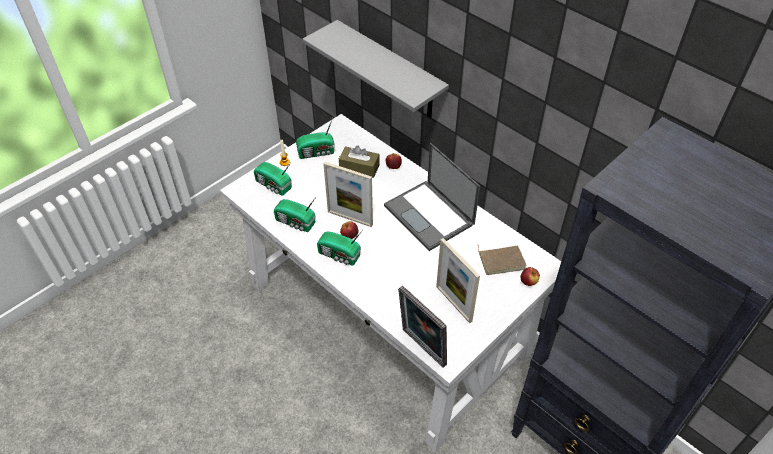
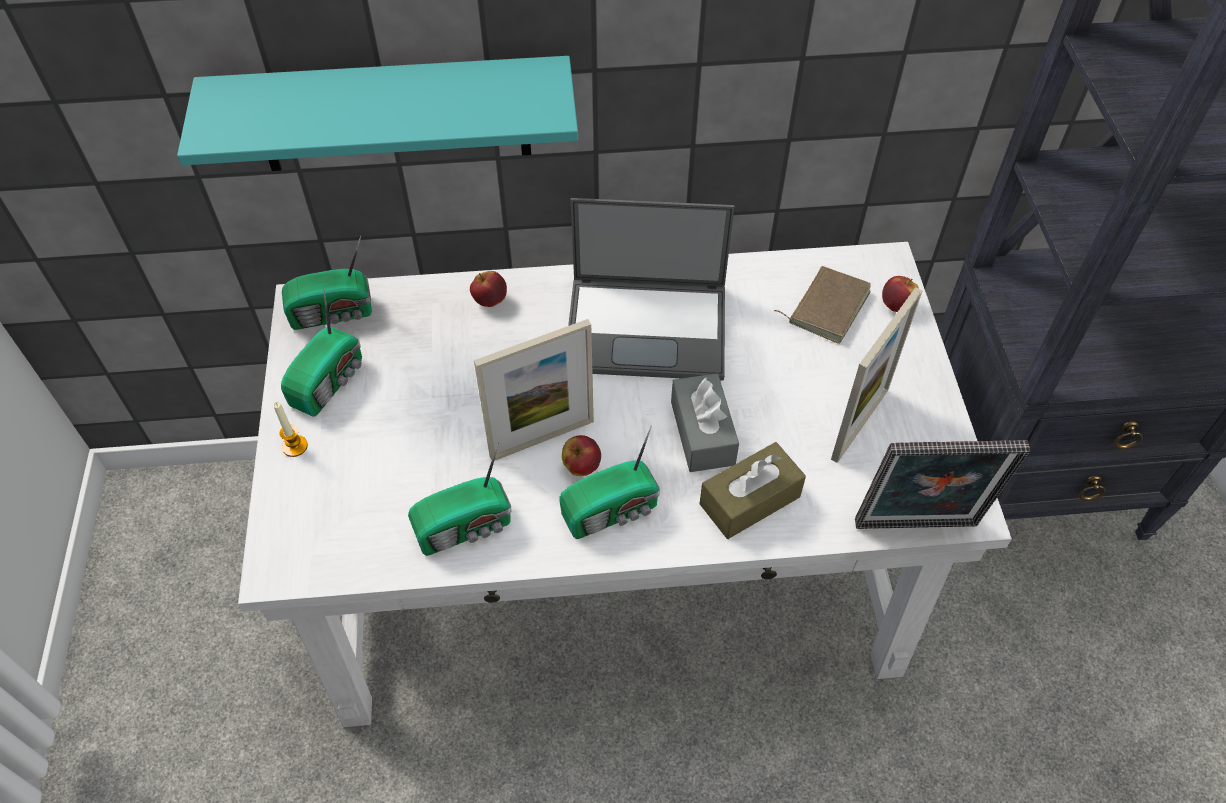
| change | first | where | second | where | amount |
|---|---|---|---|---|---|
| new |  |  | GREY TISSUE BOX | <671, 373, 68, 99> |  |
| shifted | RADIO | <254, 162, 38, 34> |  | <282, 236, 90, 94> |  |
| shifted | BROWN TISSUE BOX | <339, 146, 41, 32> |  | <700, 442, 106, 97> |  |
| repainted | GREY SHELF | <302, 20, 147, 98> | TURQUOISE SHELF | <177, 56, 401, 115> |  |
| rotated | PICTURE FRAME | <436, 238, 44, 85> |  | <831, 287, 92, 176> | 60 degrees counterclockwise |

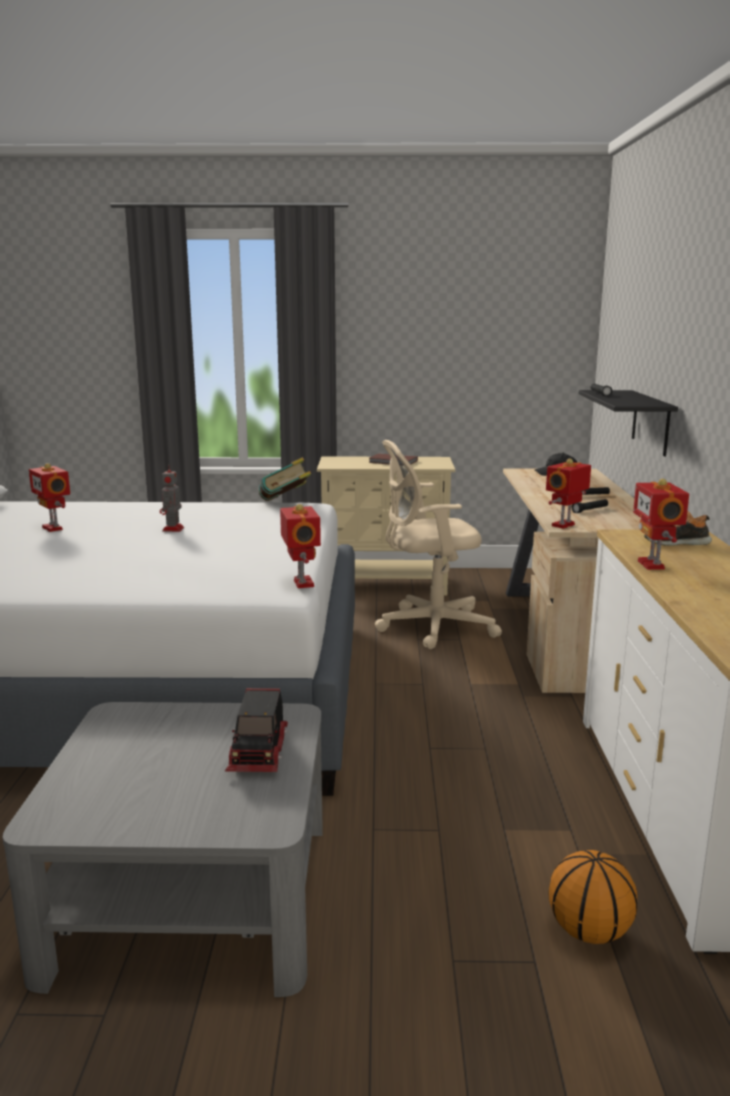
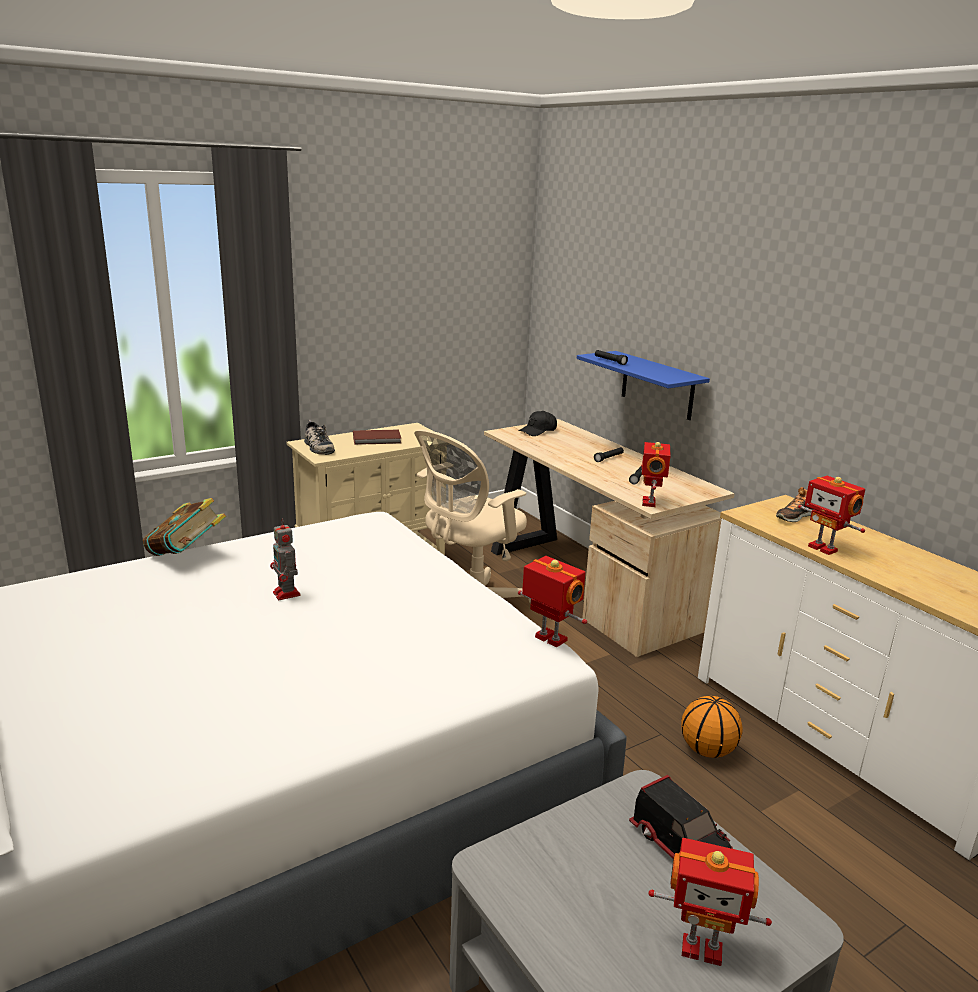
| change | first | where | second | where | amount |
|---|---|---|---|---|---|
| new |  |  | SHOE | <304, 420, 31, 35> |  |
| shifted | TOY ROBOT | <29, 463, 41, 69> |  | <648, 838, 124, 128> |  |
| shifted | BOOK | <259, 457, 52, 44> |  | <143, 498, 83, 58> |  |
| shifted | BASKETBALL | <548, 850, 89, 94> |  | <681, 696, 62, 62> |  |
| repainted | BLACK SHELF | <579, 390, 99, 66> | BLUE SHELF | <577, 351, 133, 69> |  |

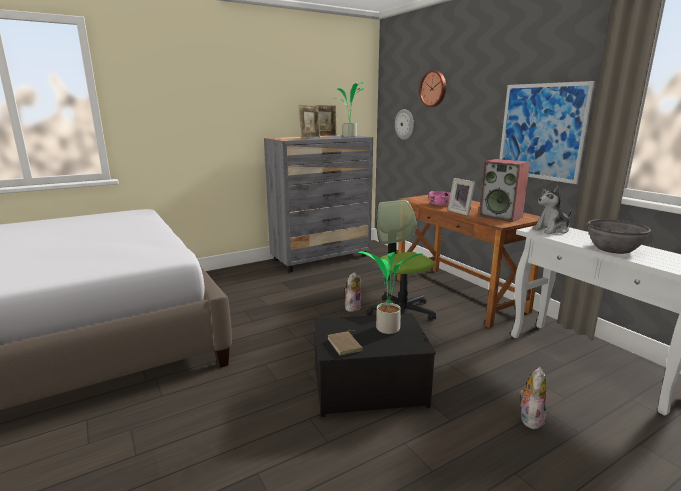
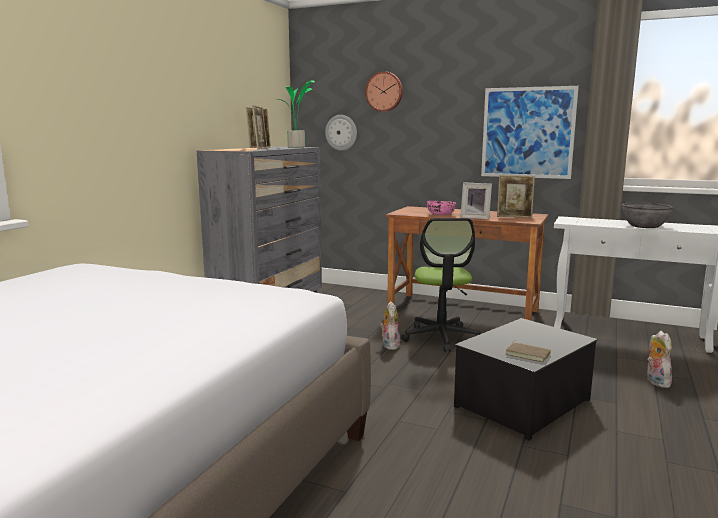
| change | first | where | second | where | amount |
|---|---|---|---|---|---|
| gone | POTTED PLANT | <358, 251, 65, 83> |  |  |  |
| gone | PLUSH TOY | <532, 185, 40, 49> |  |  |  |
| swapped | SPEAKER | <479, 159, 51, 63> | PICTURE FRAME | <497, 175, 38, 42> |  |
| rotated | OFFICE CHAIR | <366, 200, 70, 120> |  | <401, 218, 80, 134> | 120 degrees counterclockwise |

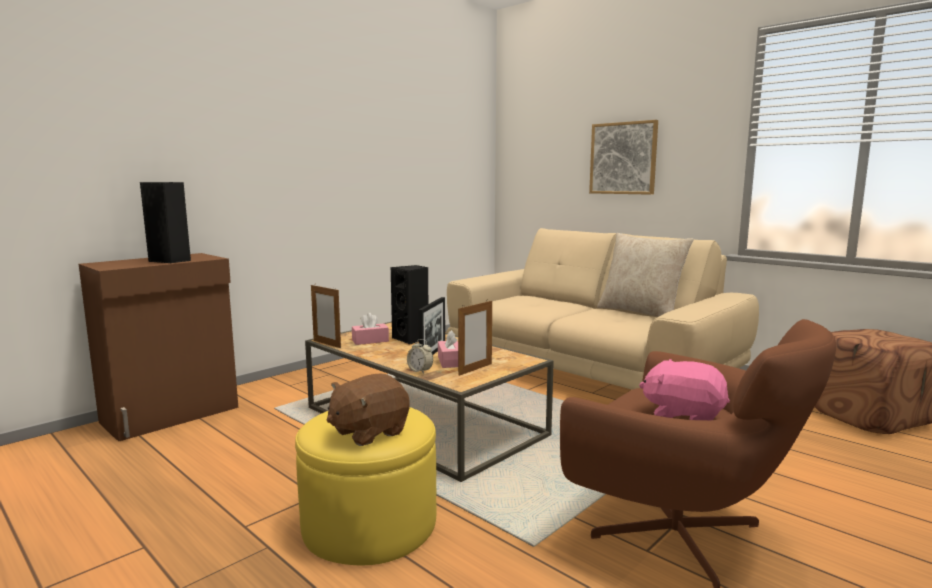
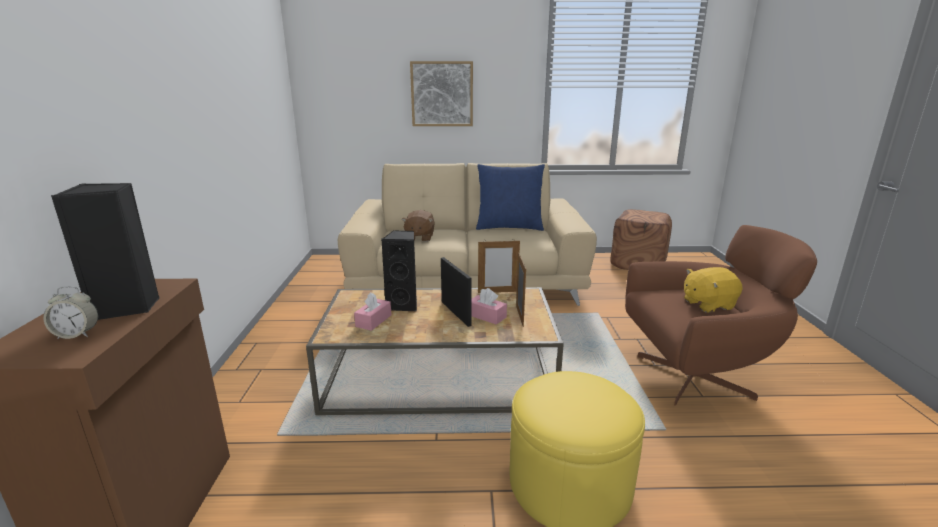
| change | first | where | second | where | amount |
|---|---|---|---|---|---|
| shifted | PICTURE FRAME | <311, 284, 30, 64> |  | <478, 240, 42, 53> |  |
| shifted | BROWN PLUSH TOY | <327, 373, 83, 73> |  | <402, 210, 32, 32> |  |
| shifted | ALARM CLOCK | <407, 339, 26, 35> |  | <43, 286, 55, 53> |  |
| repainted | BEIGE PILLOW | <597, 233, 97, 84> | BLUE PILLOW | <476, 164, 69, 67> |  |
| repainted | PINK PLUSH TOY | <639, 359, 91, 61> | YELLOW PLUSH TOY | <684, 267, 59, 46> |  |

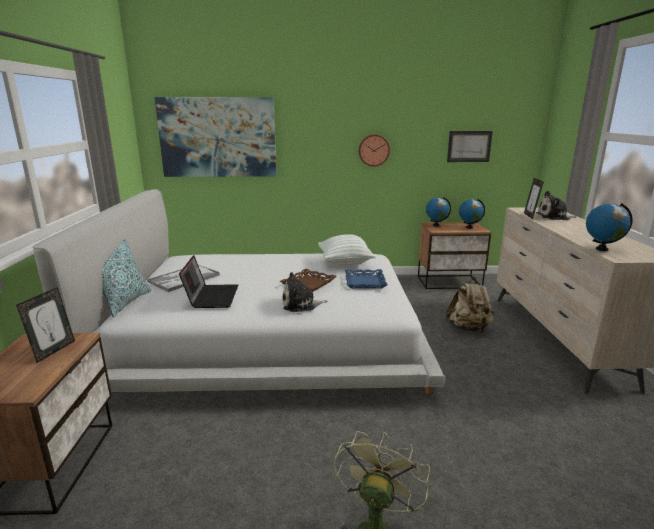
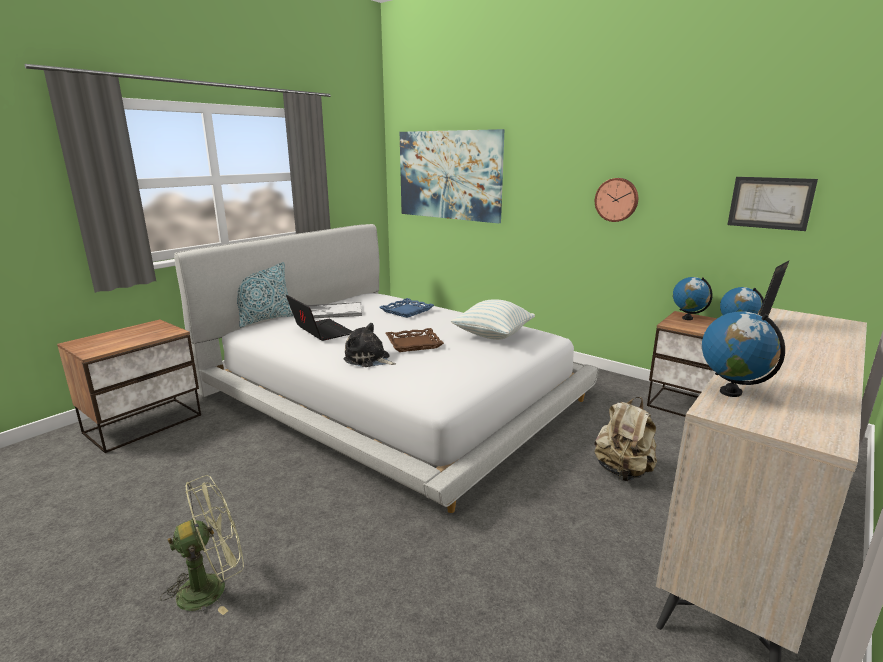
| change | first | where | second | where | amount |
|---|---|---|---|---|---|
| gone | PICTURE FRAME | <16, 287, 59, 76> |  |  |  |
| gone | PLUSH TOY | <536, 191, 40, 29> |  |  |  |
| shifted | BLUE TRAY | <345, 269, 43, 20> |  | <379, 298, 55, 20> |  |
| rotated | LAPTOP | <179, 255, 59, 53> |  | <286, 295, 67, 46> | 75 degrees counterclockwise |

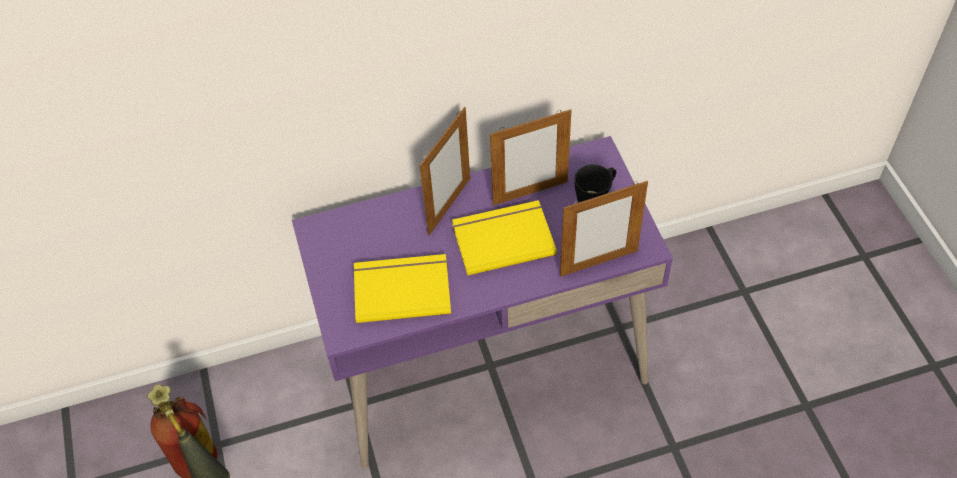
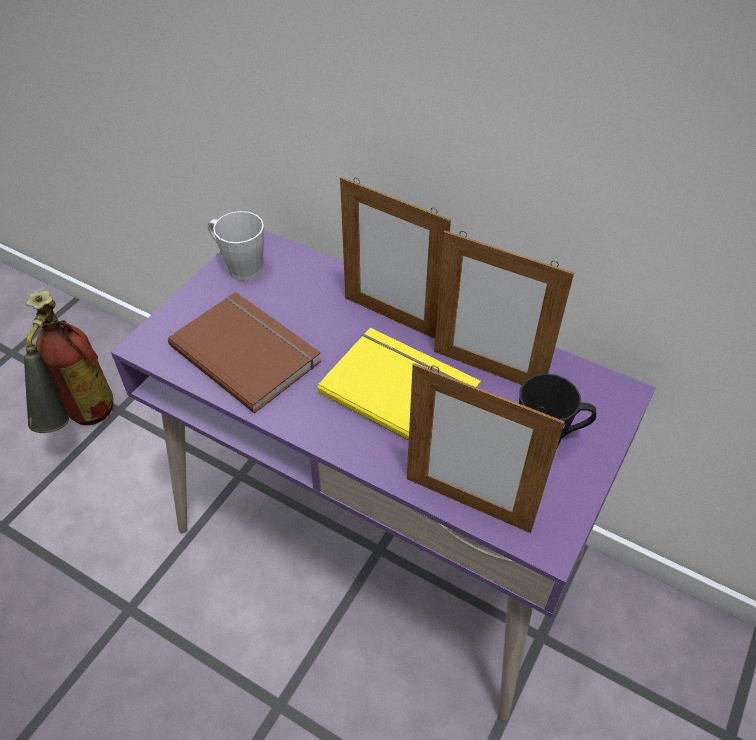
| change | first | where | second | where | amount |
|---|---|---|---|---|---|
| new |  |  | GREY MUG | <208, 211, 56, 70> |  |
| repainted | YELLOW BOOK | <353, 254, 98, 69> | BROWN BOOK | <168, 292, 153, 122> |  |
| rotated | PICTURE FRAME | <420, 107, 50, 128> |  | <340, 177, 111, 162> | 45 degrees clockwise |

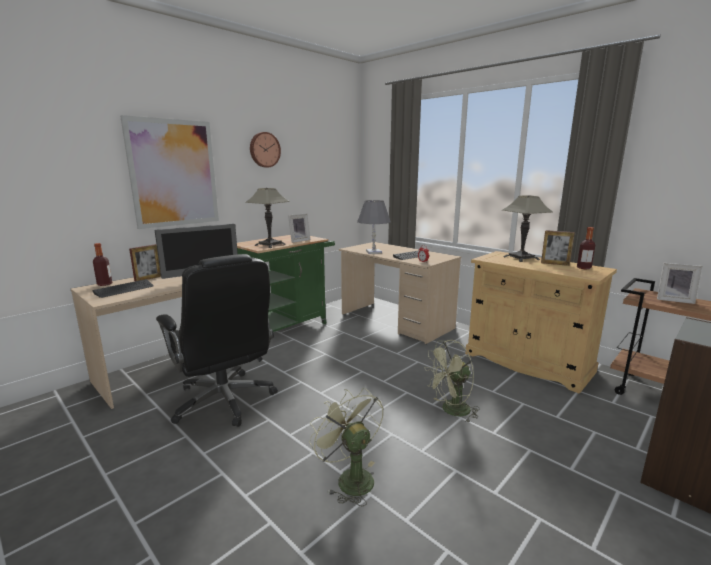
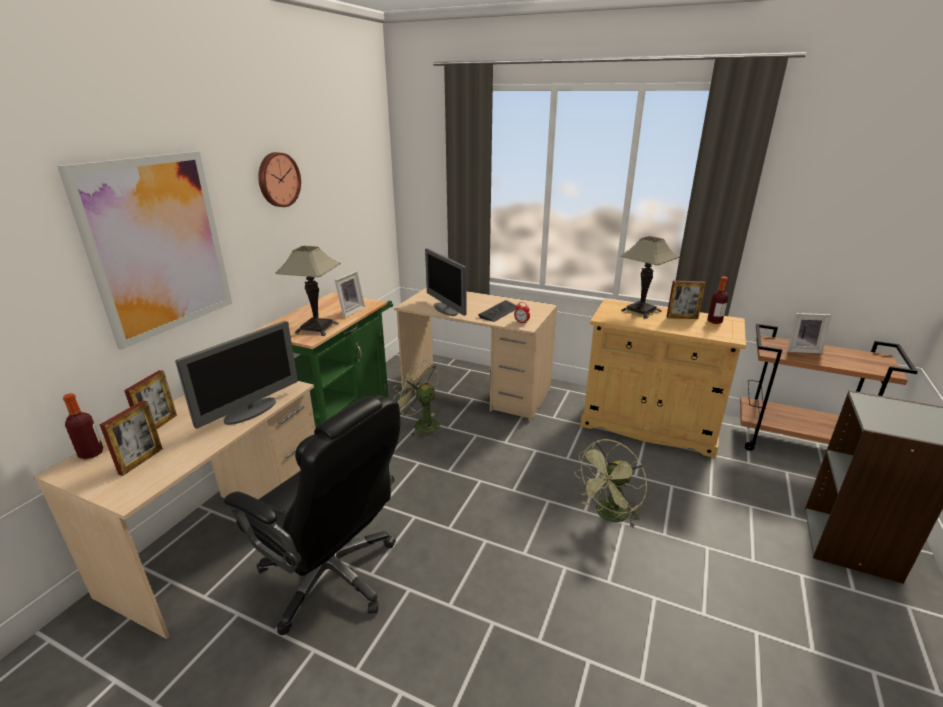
| change | first | where | second | where | amount |
|---|---|---|---|---|---|
| shifted | GREEN FAN | <309, 388, 74, 119> |  | <393, 360, 47, 78> |  |
| swapped | KEYBOARD | <92, 279, 62, 19> | PICTURE FRAME | <100, 400, 63, 76> |  |
| swapped | GREY TABLE LAMP | <357, 200, 34, 54> | MONITOR | <425, 248, 41, 68> |  |

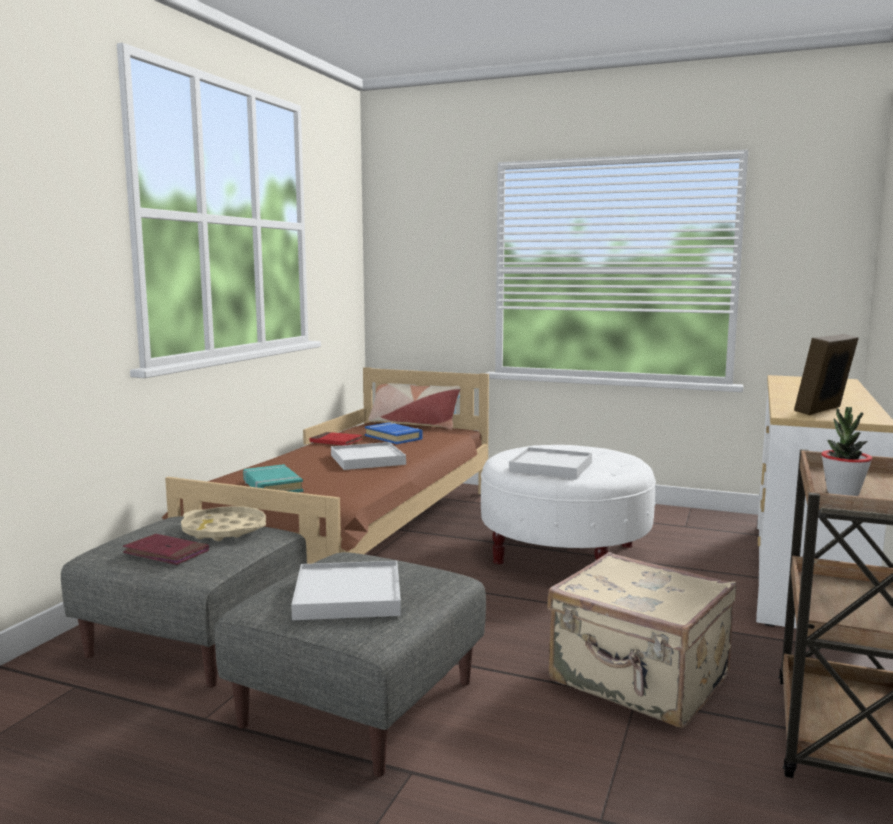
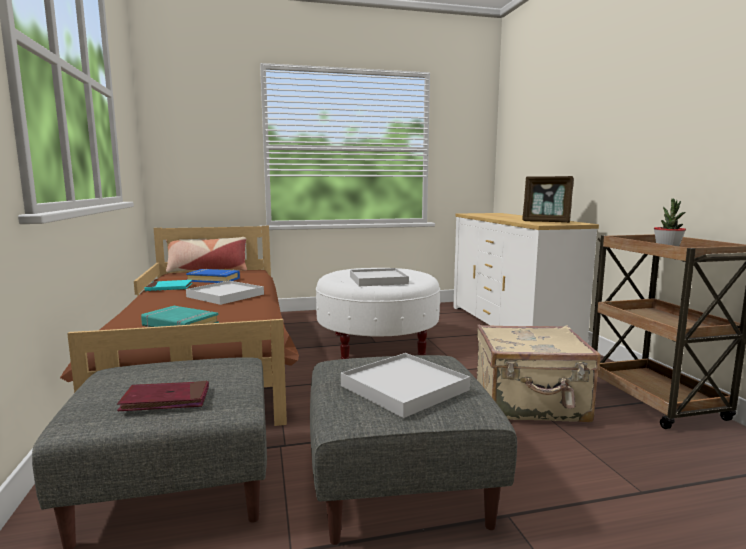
| change | first | where | second | where | amount |
|---|---|---|---|---|---|
| gone | BEIGE TRAY | <181, 506, 85, 35> |  |  |  |
| repainted | RED BOOK | <310, 432, 52, 13> | TURQUOISE BOOK | <145, 280, 47, 11> |  |
| rotated | PICTURE FRAME | <794, 334, 65, 81> |  | <522, 176, 52, 47> | 75 degrees counterclockwise |

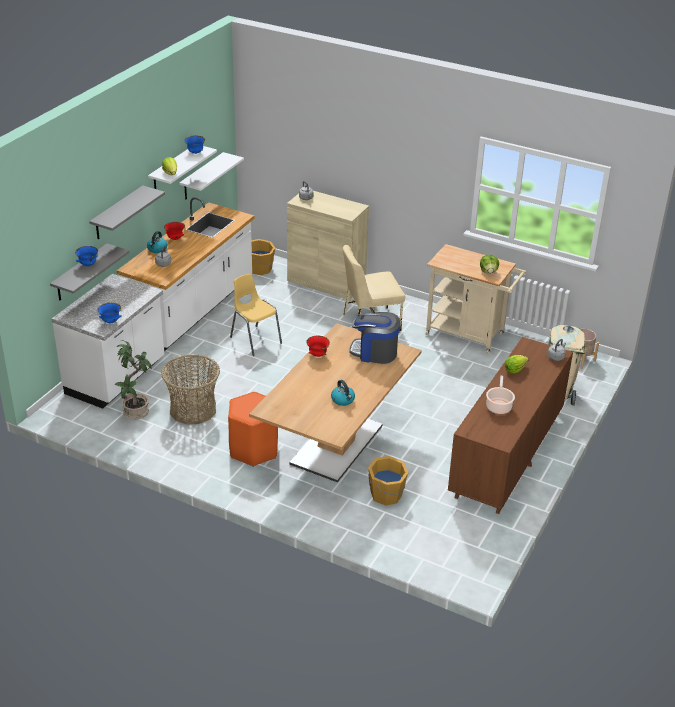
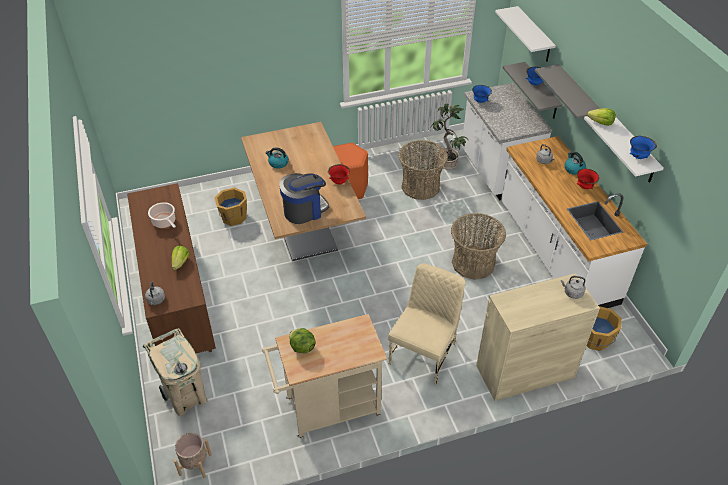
| change | first | where | second | where | amount |
|---|---|---|---|---|---|
| shifted | WHITE SHELF | <179, 152, 65, 47> |  | <495, 6, 61, 56> |  |
| swapped | YELLOW CHAIR | <230, 274, 52, 82> | BASKET | <451, 213, 55, 67> |  |

